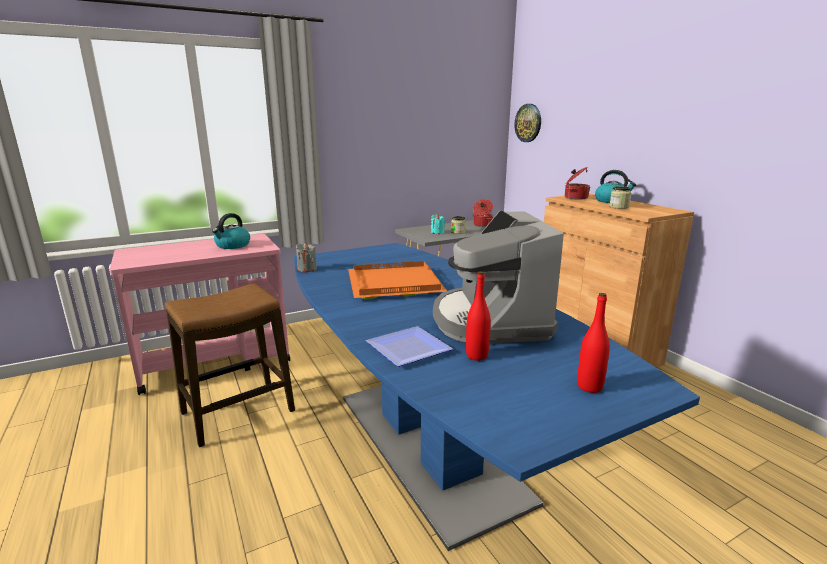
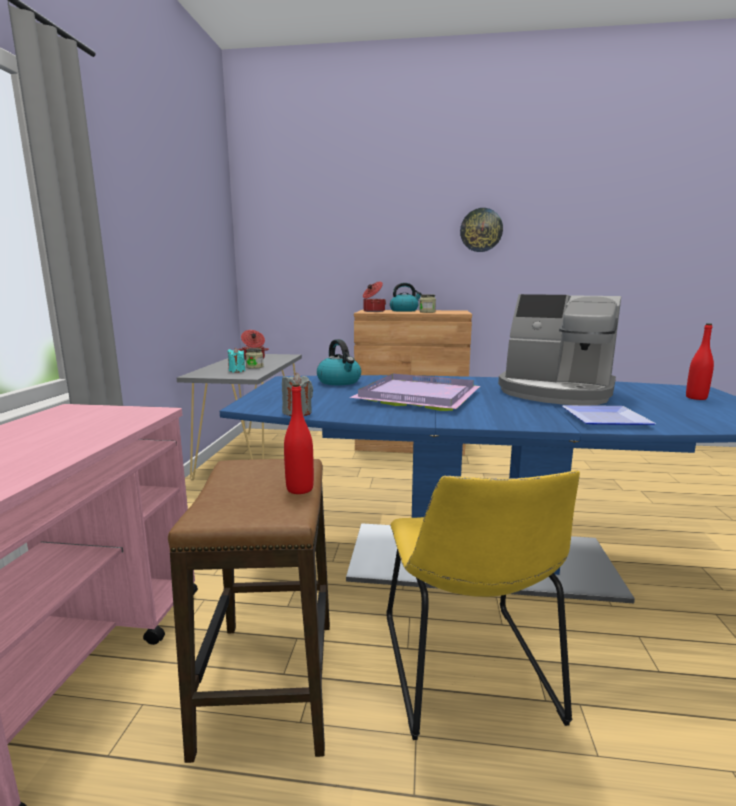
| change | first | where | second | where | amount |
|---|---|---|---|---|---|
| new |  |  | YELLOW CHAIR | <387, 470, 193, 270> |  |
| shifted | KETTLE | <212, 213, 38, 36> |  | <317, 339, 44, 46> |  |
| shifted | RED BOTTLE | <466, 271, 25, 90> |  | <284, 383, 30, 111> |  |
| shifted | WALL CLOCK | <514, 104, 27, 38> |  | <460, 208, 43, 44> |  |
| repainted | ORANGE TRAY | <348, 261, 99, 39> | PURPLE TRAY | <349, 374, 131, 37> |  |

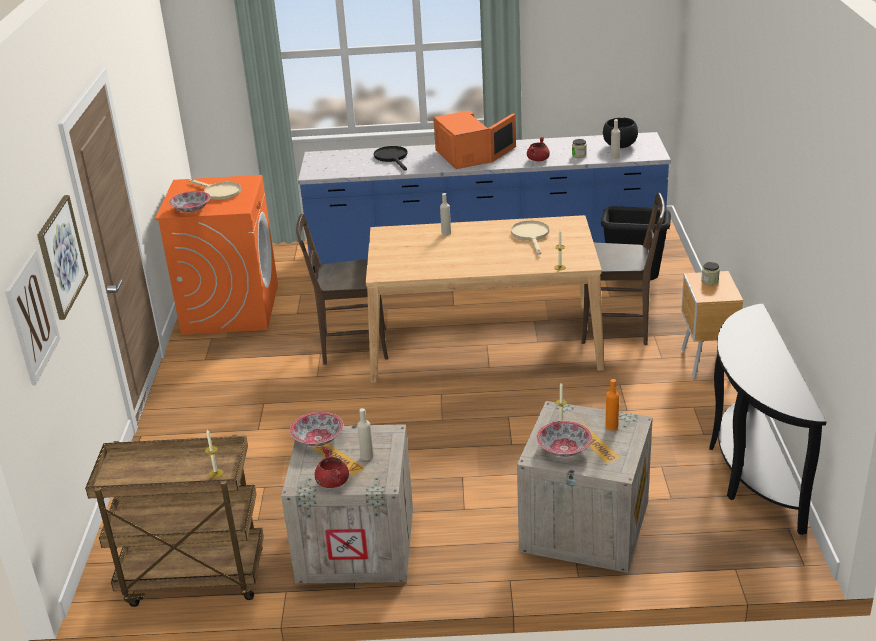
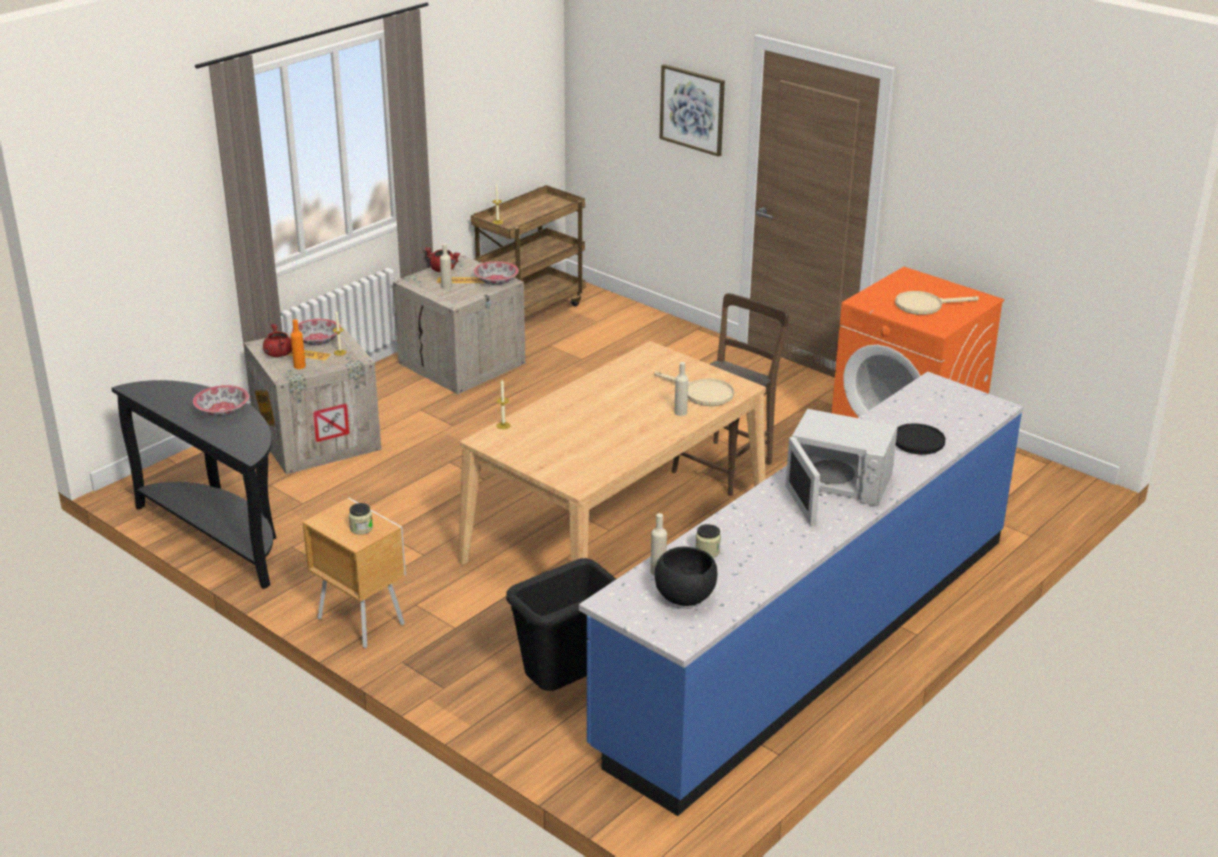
| change | first | where | second | where | amount |
|---|---|---|---|---|---|
| gone | PICTURE | <5, 249, 55, 136> |  |  |  |
| gone | BROWN CHAIR | <581, 193, 84, 152> |  |  |  |
| shifted | BOWL | <169, 191, 41, 21> |  | <193, 385, 56, 32> |  |
| shifted | BEIGE FRYING PAN | <511, 220, 38, 35> |  | <654, 371, 80, 35> |  |
| shifted | RED COOKING POT | <527, 137, 23, 24> |  | <263, 324, 29, 33> |  |
| repainted | ORANGE MICROWAVE | <434, 110, 82, 59> | WHITE MICROWAVE | <786, 409, 112, 118> |  |

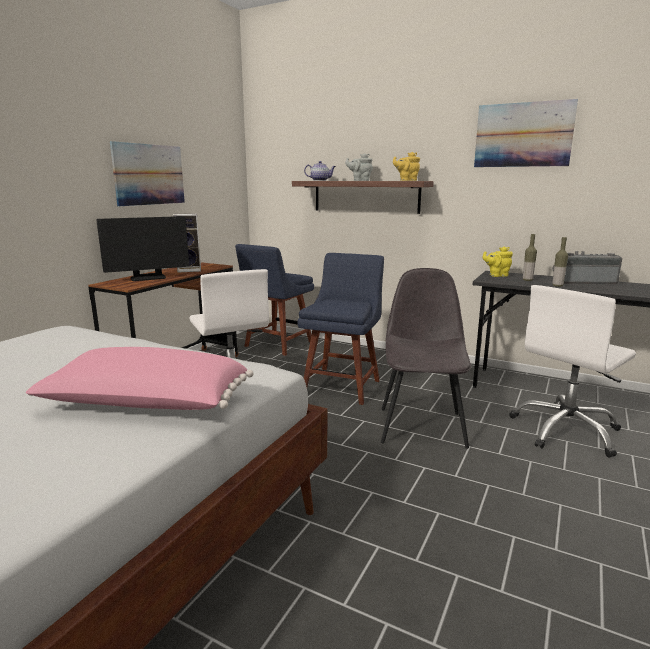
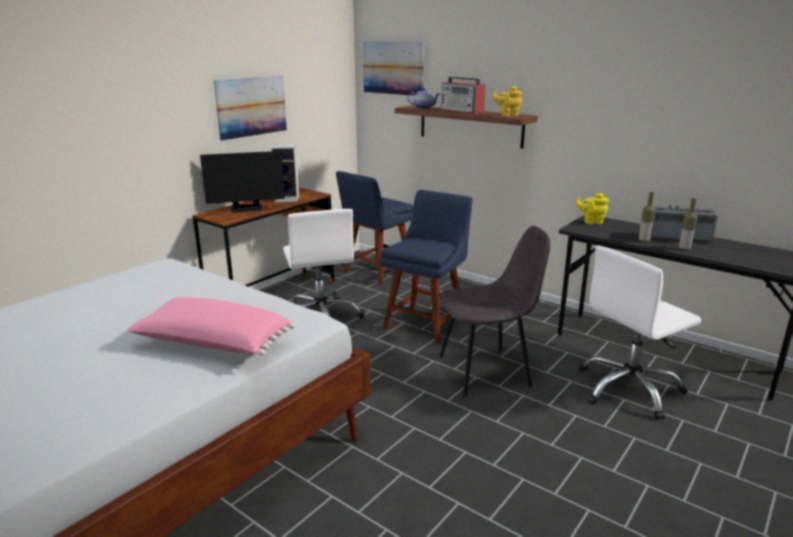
| change | first | where | second | where | amount |
|---|---|---|---|---|---|
| shifted | PICTURE | <474, 99, 104, 68> |  | <363, 41, 61, 55> |  |
| shifted | BOTTLE | <523, 234, 14, 47> |  | <679, 198, 18, 52> |  |
| swapped | GREY TEAPOT | <345, 153, 28, 28> | RADIO | <441, 77, 45, 37> |  |
| rotated | GREY CHAIR | <381, 268, 90, 181> |  | <439, 226, 111, 171> | 60 degrees clockwise |

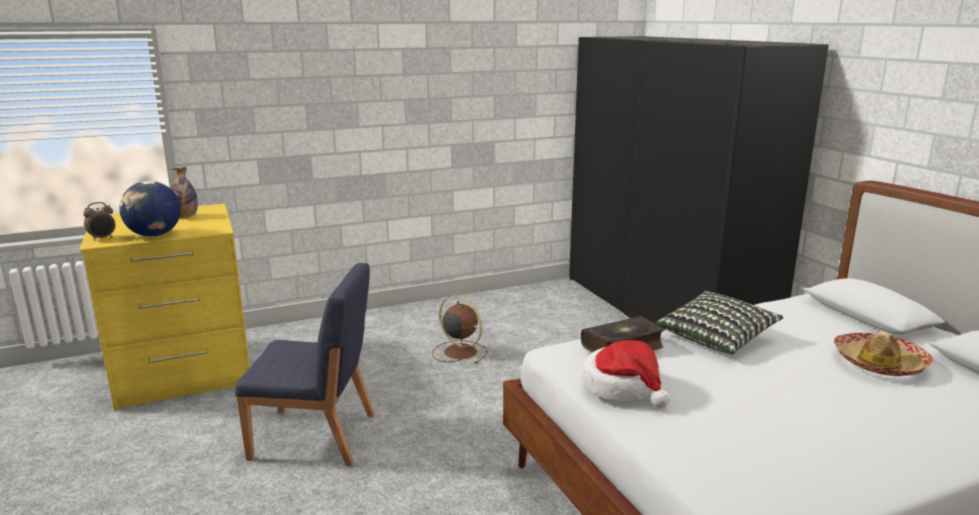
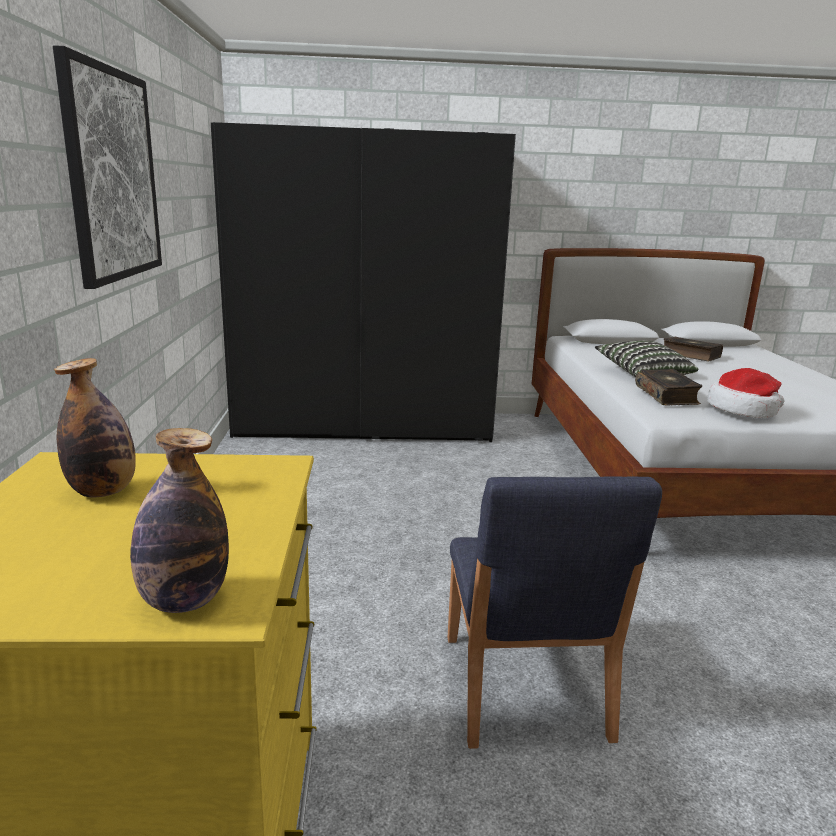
| change | first | where | second | where | amount |
|---|---|---|---|---|---|
| gone | GLOBE | <119, 181, 62, 56> |  |  |  |
| gone | BROWN FAN | <432, 295, 55, 69> |  |  |  |
| new |  |  | PICTURE | <53, 45, 109, 244> |  |
| swapped | ALARM CLOCK | <83, 202, 32, 39> | BOTTLE | <130, 428, 99, 185> |  |
| swapped | HAT | <834, 332, 99, 44> | BOOK | <664, 337, 59, 24> |  |
| rotated | BLUE CHAIR | <235, 263, 140, 203> |  | <447, 477, 215, 272> | 150 degrees clockwise |

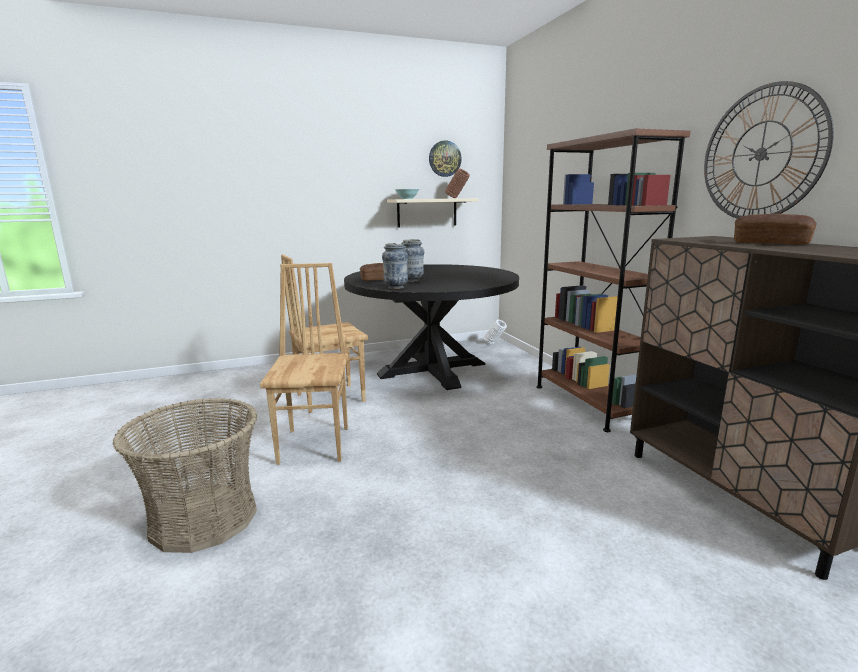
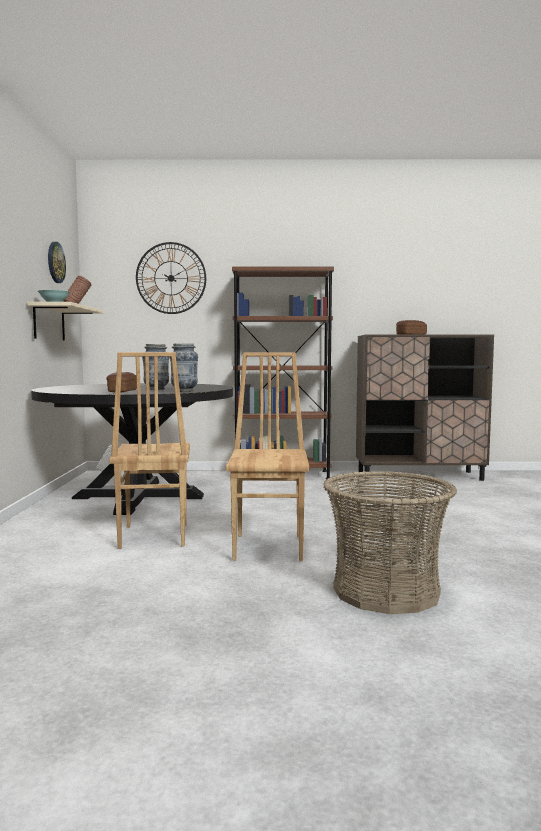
| change | first | where | second | where | amount |
|---|---|---|---|---|---|
| shifted | WALL CLOCK | <704, 81, 130, 137> |  | <136, 242, 70, 72> |  |
| rotated | BROWN CHAIR | <260, 263, 88, 202> |  | <226, 352, 83, 209> | 75 degrees clockwise |

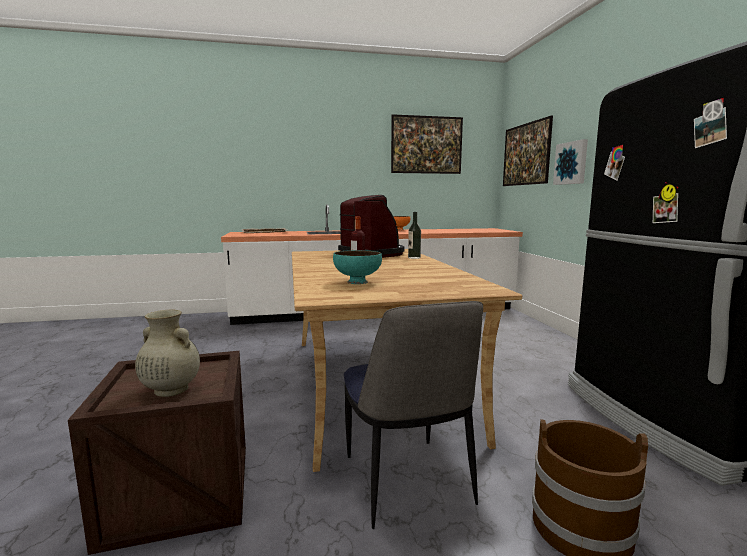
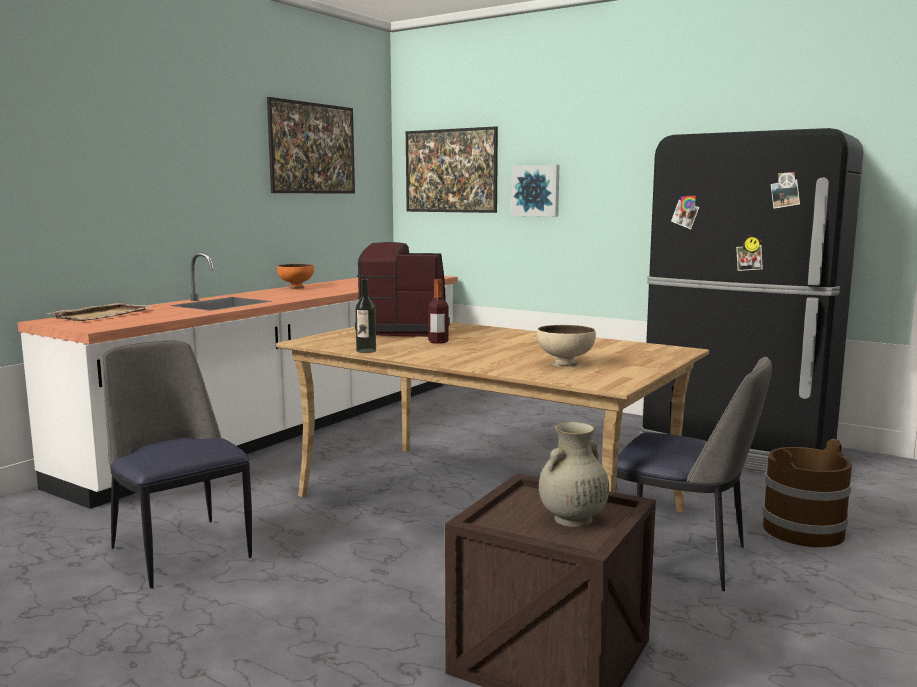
| change | first | where | second | where | amount |
|---|---|---|---|---|---|
| new |  |  | CHAIR | <103, 341, 149, 248> |  |
| shifted | BOTTLE | <408, 212, 13, 47> |  | <355, 279, 21, 74> |  |
| repainted | TURQUOISE BOWL | <333, 250, 49, 34> | BEIGE BOWL | <537, 325, 59, 42> |  |

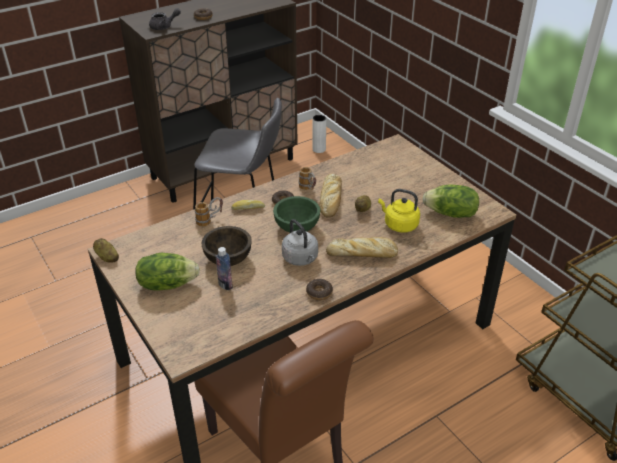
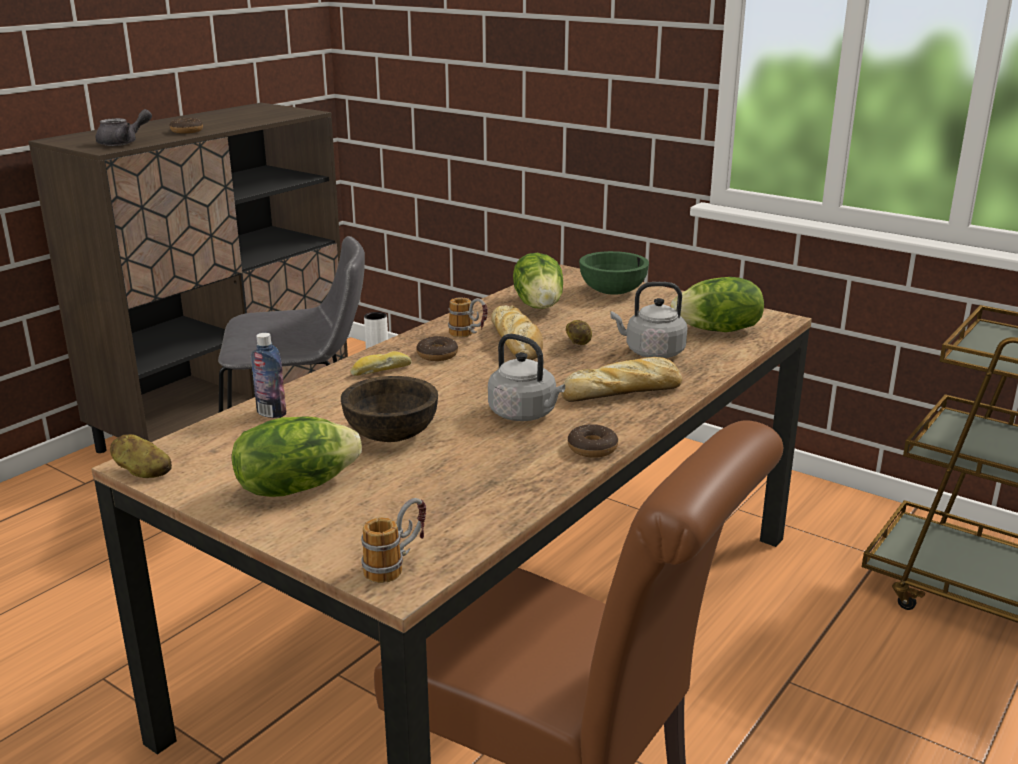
| change | first | where | second | where | amount |
|---|---|---|---|---|---|
| new |  |  | LETTUCE | <513, 253, 50, 56> |  |
| shifted | MUG | <195, 197, 28, 29> |  | <361, 498, 65, 85> |  |
| shifted | BOTTLE | <216, 247, 17, 43> |  | <251, 333, 35, 85> |  |
| shifted | GREEN BOWL | <273, 196, 47, 36> |  | <579, 251, 70, 44> |  |
| repainted | YELLOW KETTLE | <378, 189, 42, 44> | GREY KETTLE | <610, 282, 78, 76> |  |

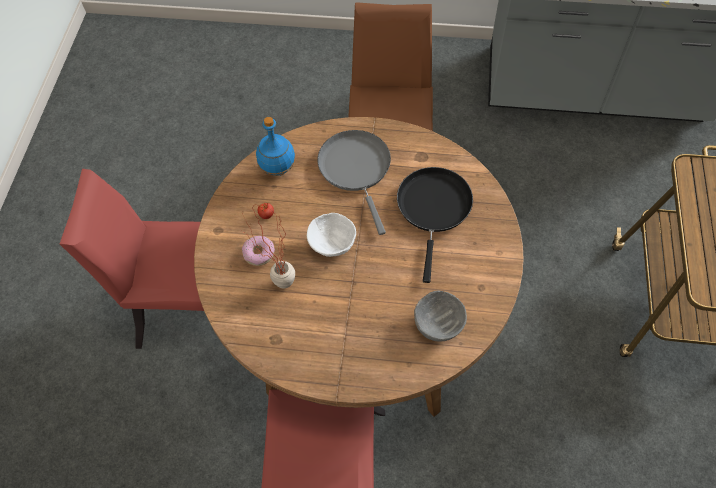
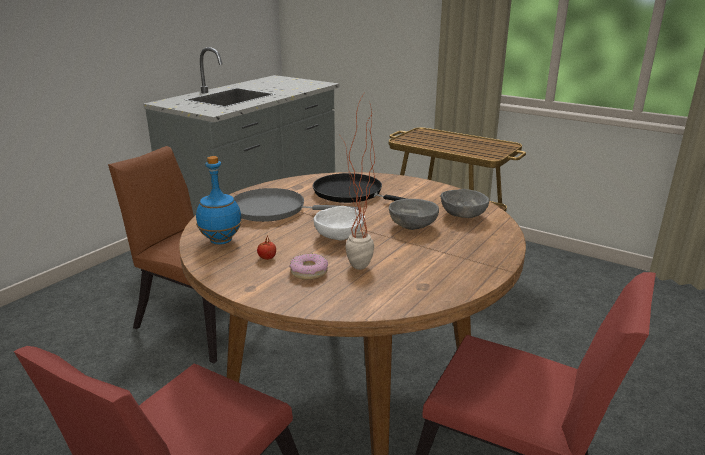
| change | first | where | second | where | amount |
|---|---|---|---|---|---|
| new |  |  | GREY BOWL | <389, 199, 50, 31> |  |

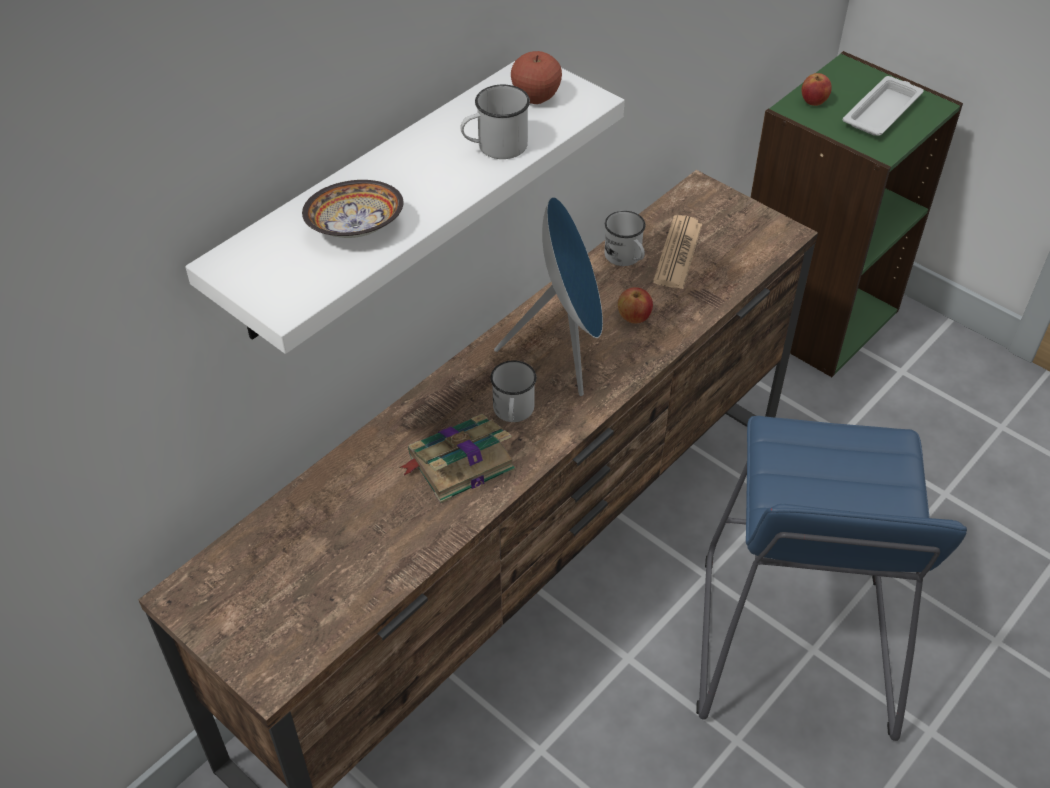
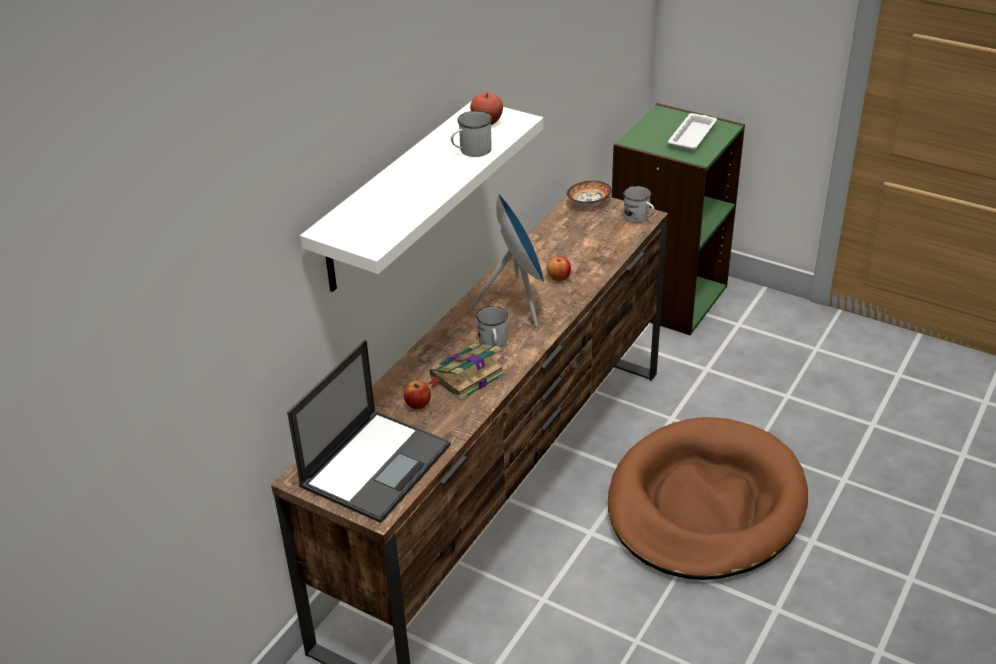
| change | first | where | second | where | amount |
|---|---|---|---|---|---|
| gone | NEWSPAPER | <653, 215, 49, 74> |  |  |  |
| new |  |  | LAPTOP | <287, 340, 164, 183> |  |
| shifted | BOWL | <302, 180, 102, 58> |  | <567, 181, 45, 24> |  |
| shifted | WHITE MUG | <604, 211, 42, 55> |  | <623, 186, 32, 37> |  |
| shifted | APPLE | <801, 73, 31, 33> |  | <404, 380, 27, 30> |  |
| swapped | BLUE STOOL | <696, 416, 271, 325> | BROWN DOG BED | <608, 417, 200, 163> |  |

